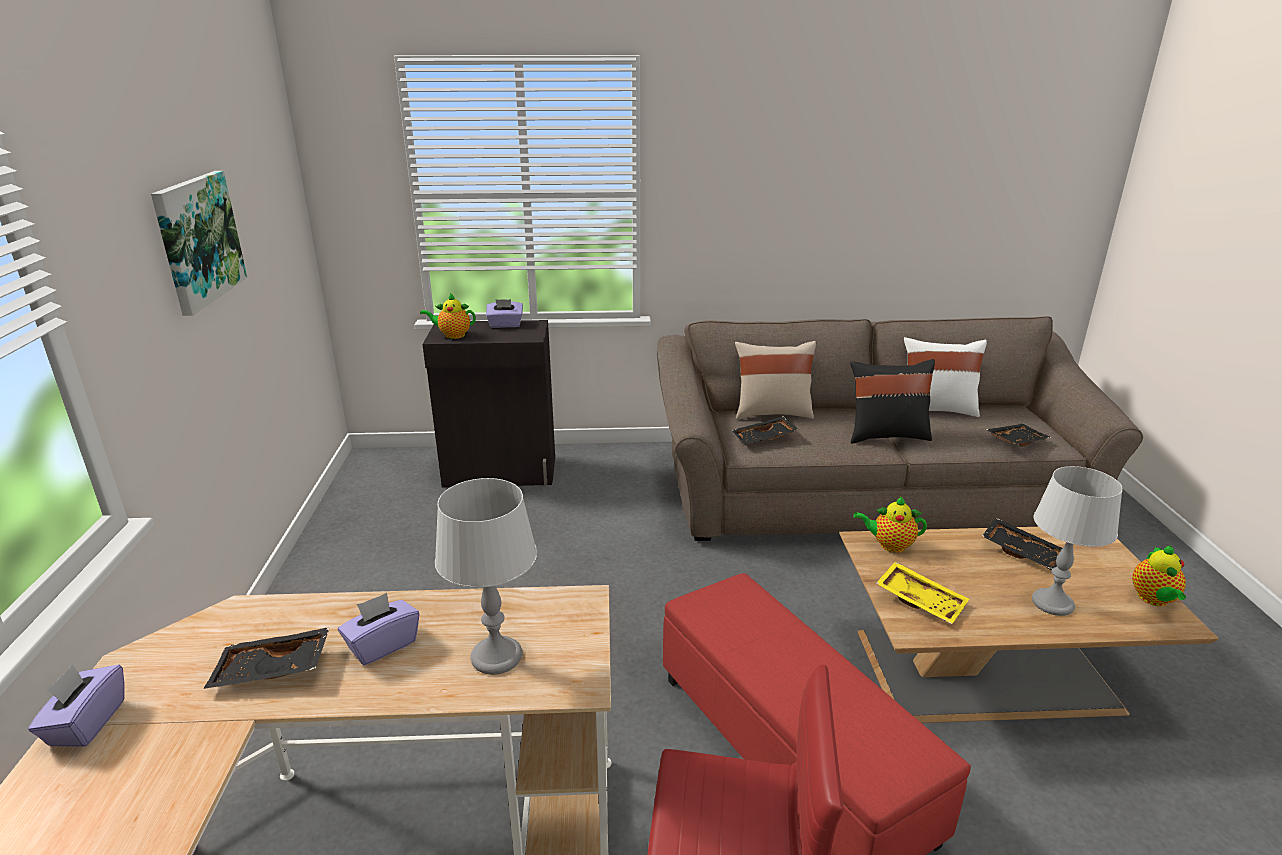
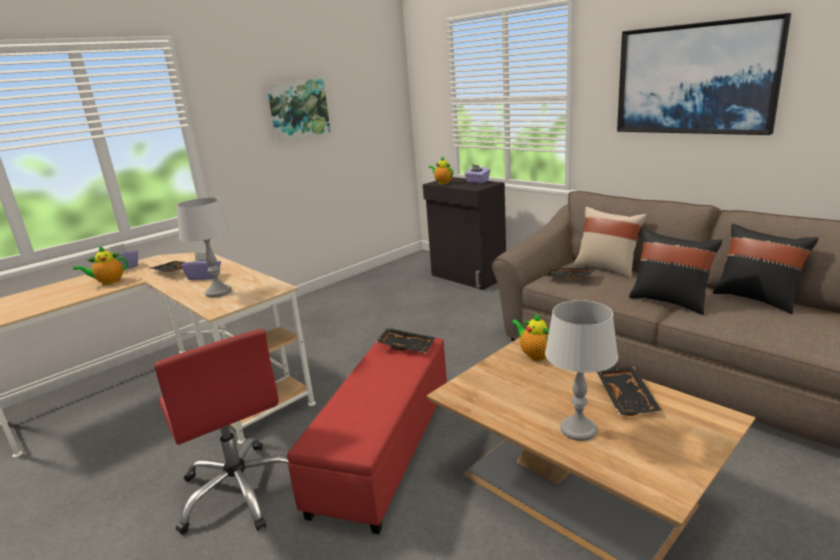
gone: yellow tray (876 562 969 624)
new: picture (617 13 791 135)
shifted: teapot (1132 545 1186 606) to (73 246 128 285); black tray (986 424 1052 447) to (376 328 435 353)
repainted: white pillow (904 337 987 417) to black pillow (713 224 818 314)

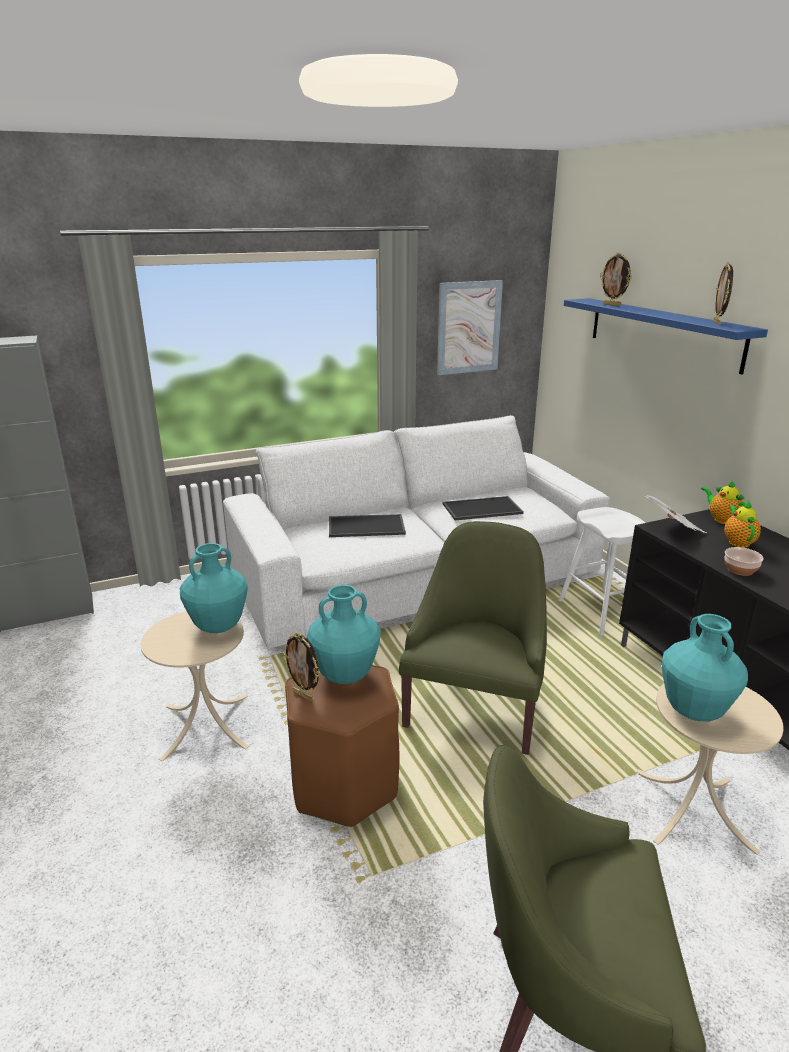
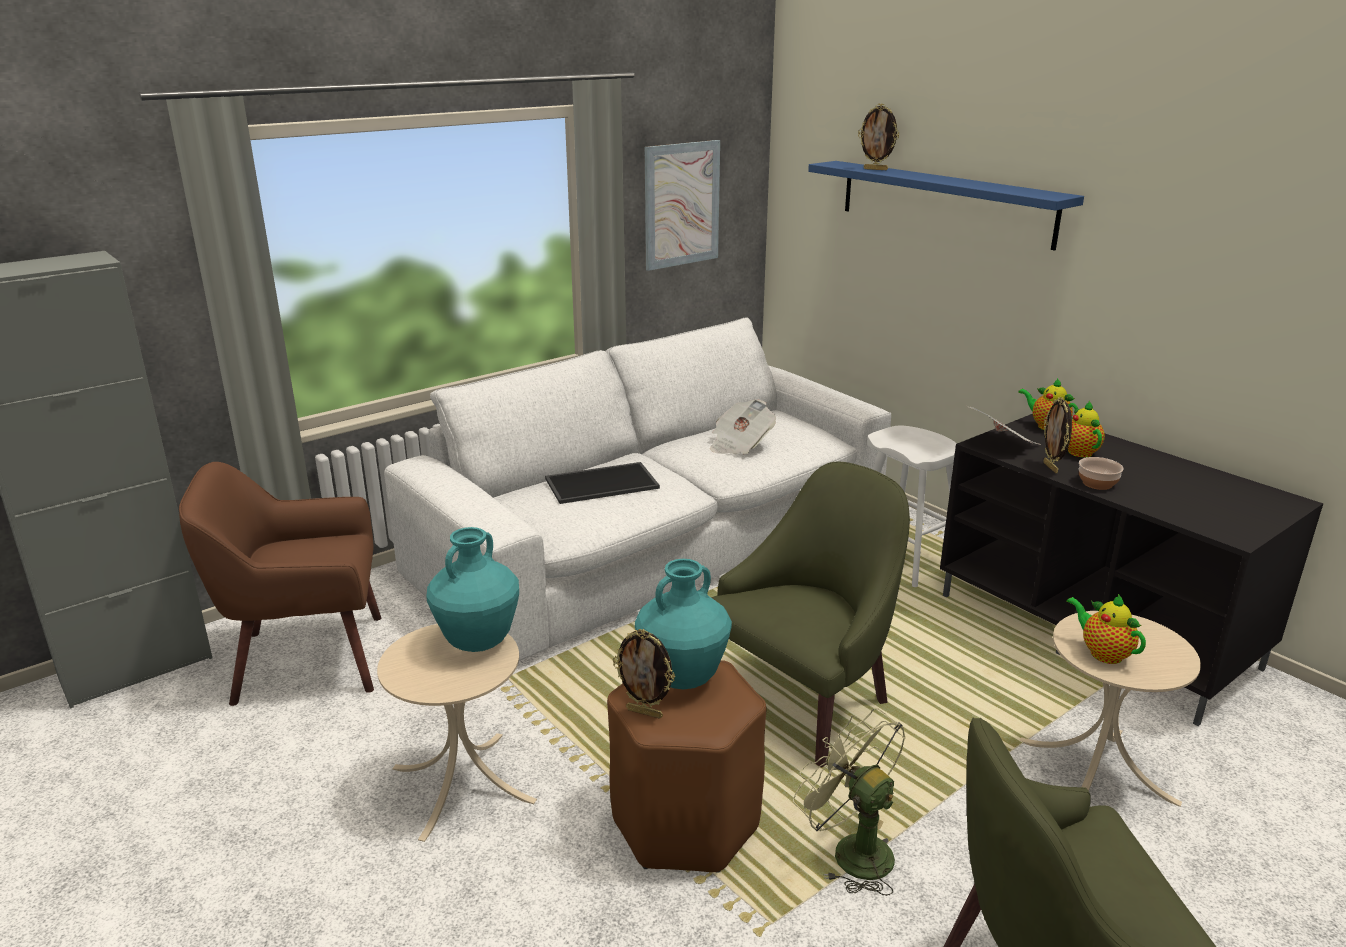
new: brown armchair (179 462 381 706); green fan (793 708 906 896)
shifted: picture frame (713 261 733 325) to (1043 397 1072 473)
swapped: tray (443 496 524 520) to newspaper (710 399 776 454); turquoise vase (662 614 748 721) to teapot (1066 594 1146 664)
rotated: green armchair (399 521 547 755) = (711 462 910 768) 45 degrees clockwise

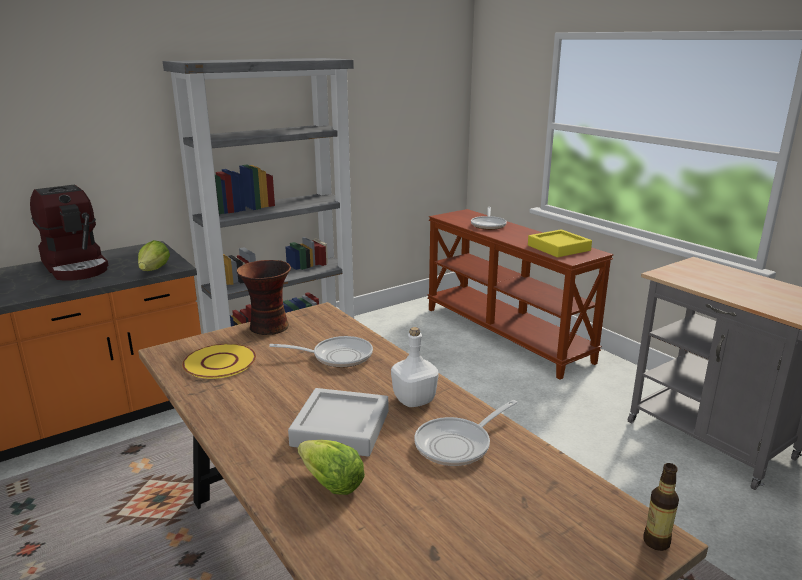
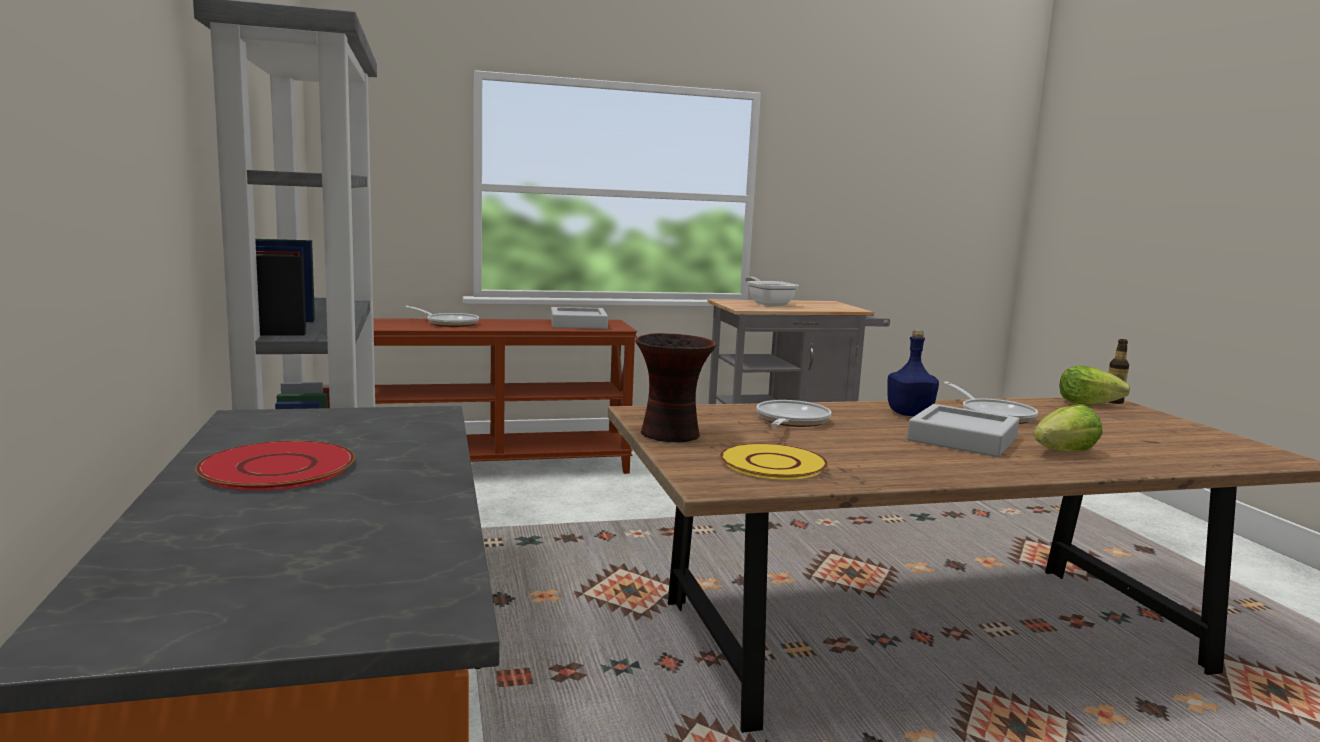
new: frying pan (745 277 799 306)
shifted: lettuce (138 240 170 271) to (1060 366 1130 405)
swapped: coffee machine (30 185 109 281) to red plate (195 441 355 491)
repainted: yellow tray (528 229 592 257) to grey tray (551 307 608 329); white bottle (391 327 438 407) to blue bottle (887 330 939 416)

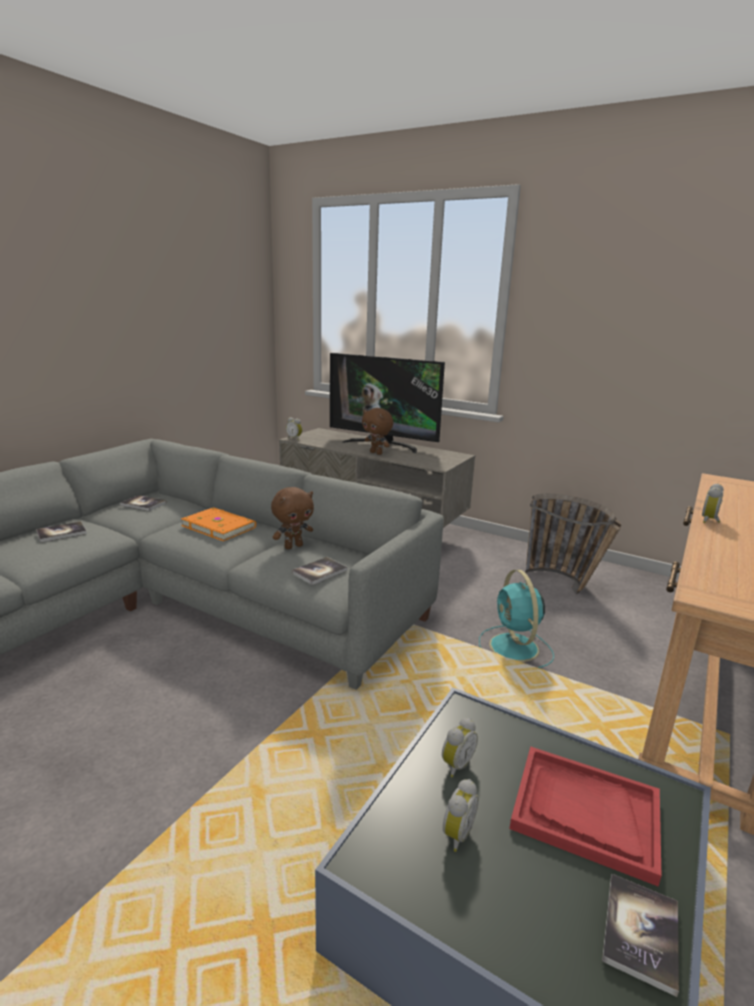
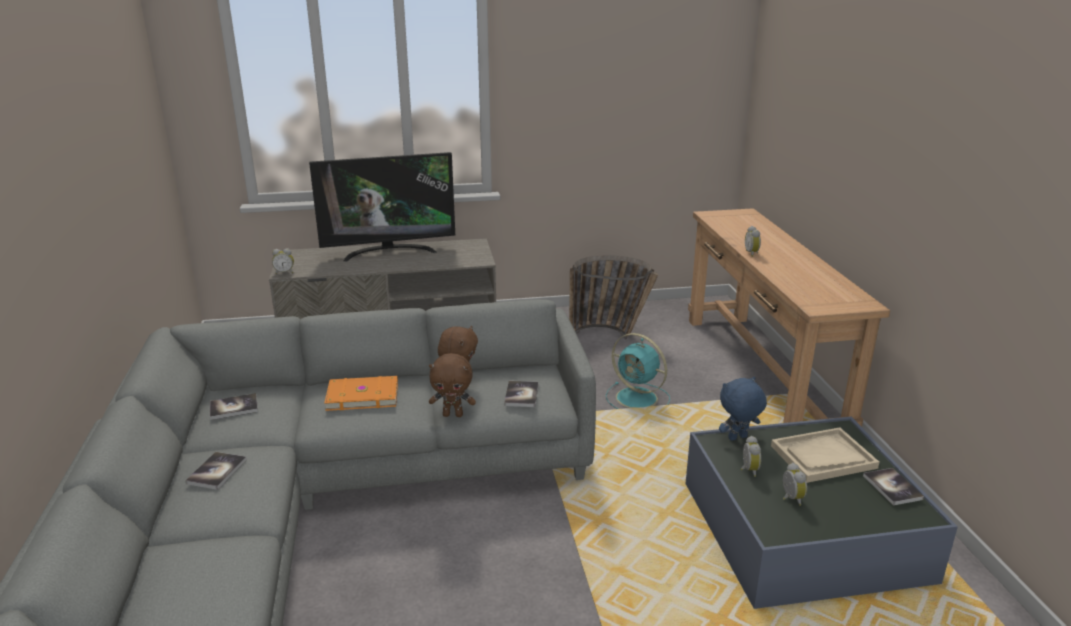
new: blue plush toy (719 377 767 441)
shifted: brown plush toy (362 408 393 455) to (429 353 476 417)
repainted: red tray (509 746 661 886) to beige tray (771 428 880 483)

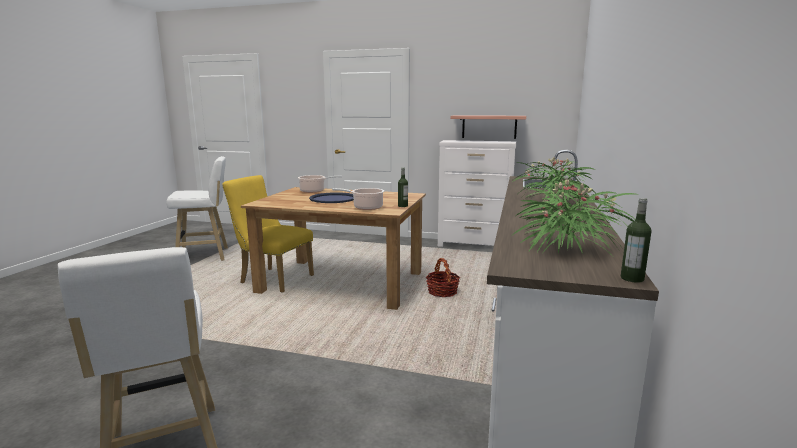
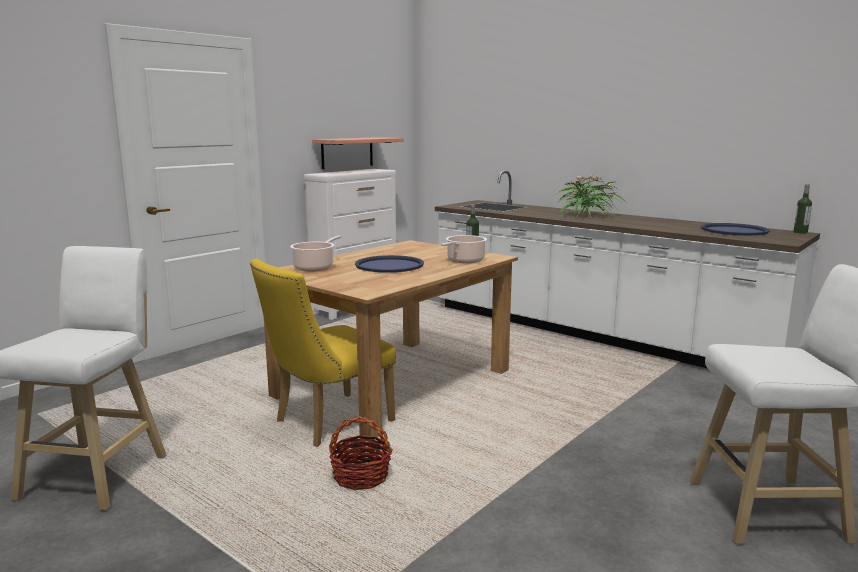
shifted: basket (426 258 460 297) to (329 416 393 490)
swapped: potted plant (513 180 639 254) to blue tray (701 223 770 236)

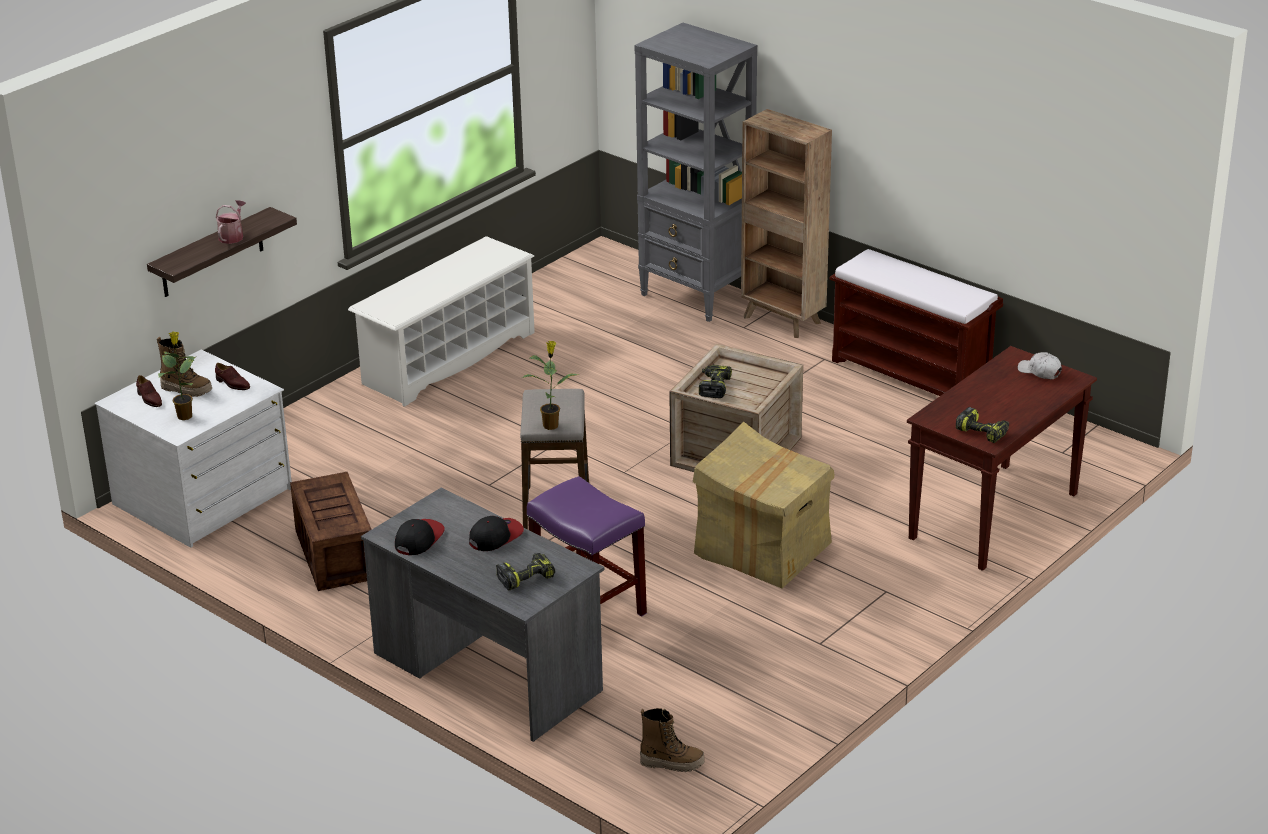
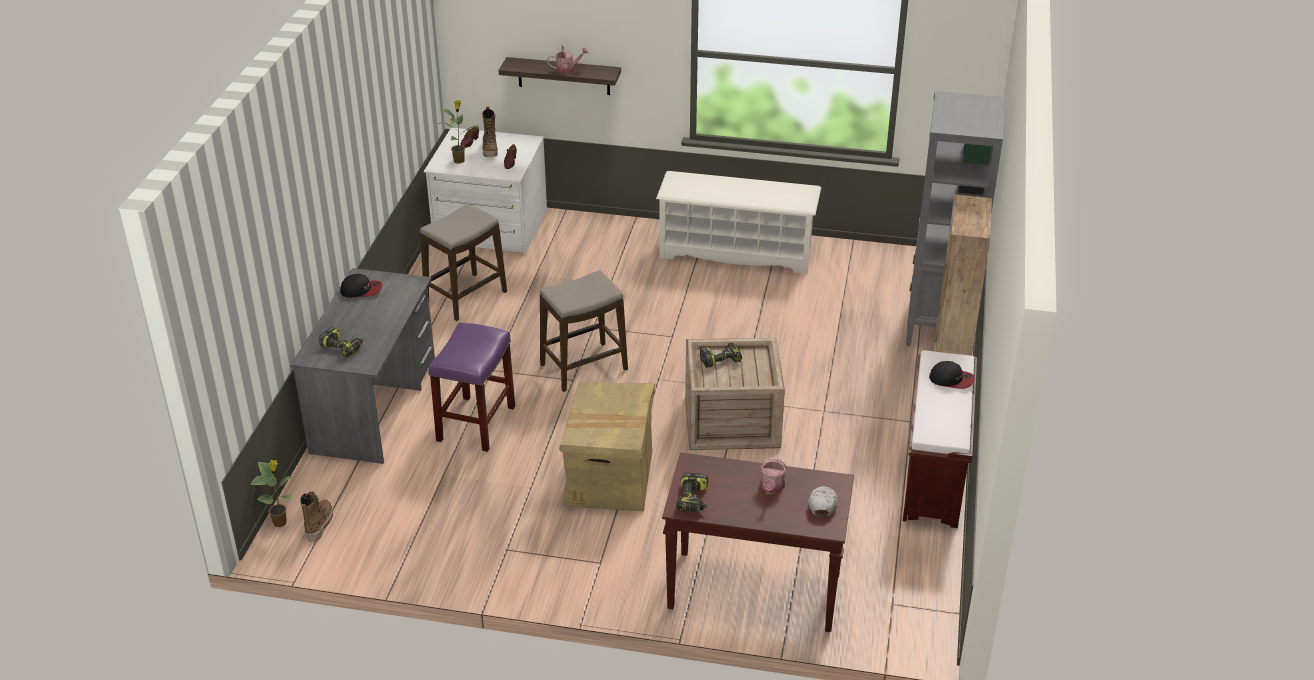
new: watering can (760 455 787 493)
shifted: potted plant (522 341 580 430) to (250 460 294 527); cap (469 516 524 551) to (929 361 975 389)
swapped: crate (290 472 372 591) to stool (420 203 507 321)
rotated: boot (640 708 705 772) = (300 492 333 542) 150 degrees counterclockwise

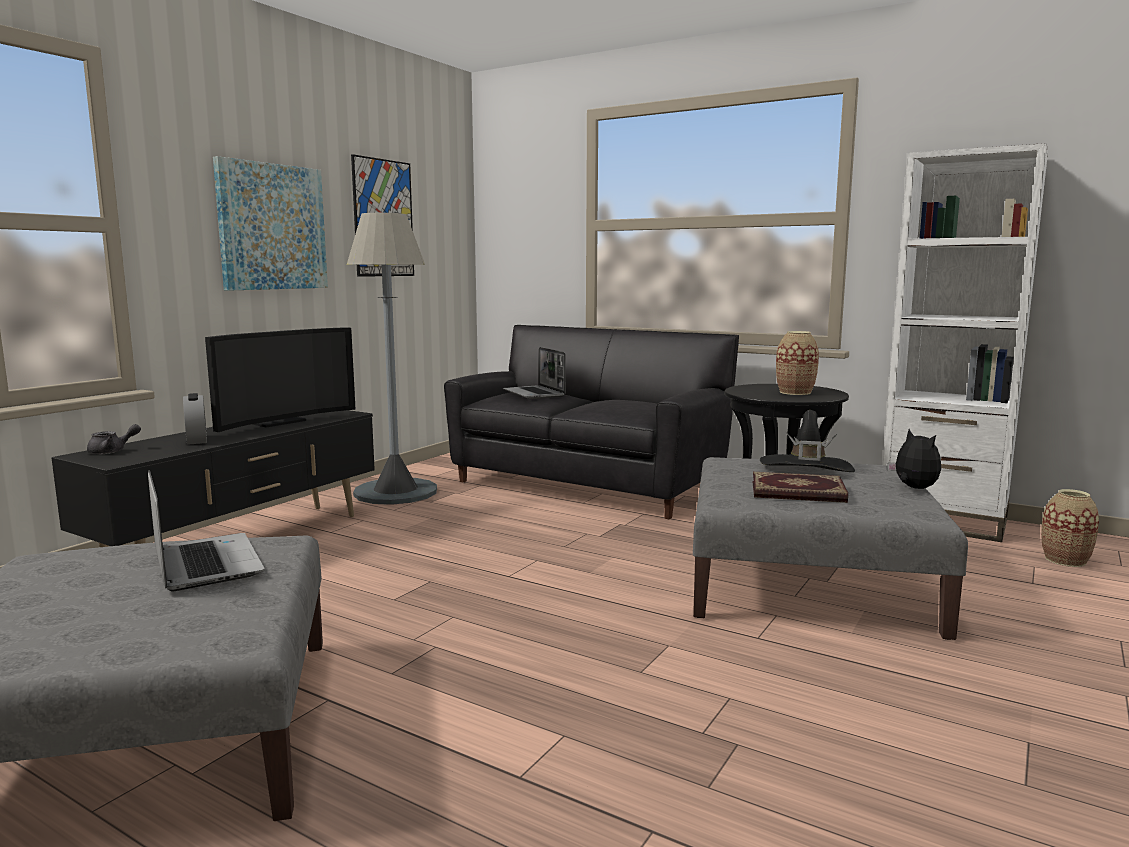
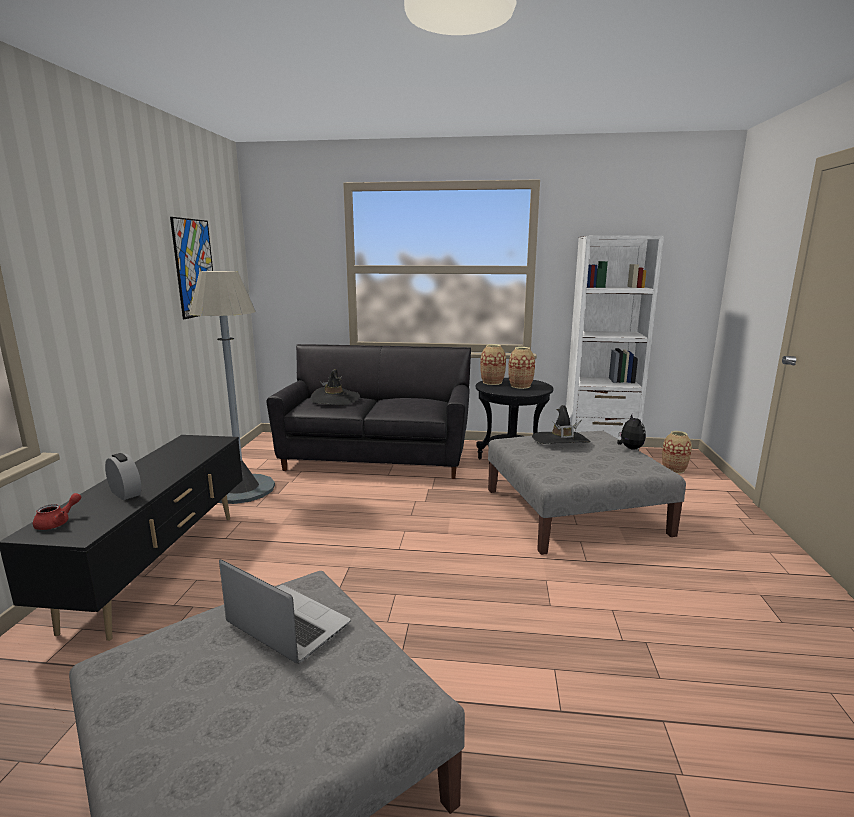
gone: television (205 327 356 432); picture (213 156 328 291); book (753 472 848 503)
new: vase (480 344 506 385)
swapped: laptop (503 347 566 399) to black hat (310 369 360 405)
repainted: grey teapot (87 424 141 454) to red teapot (33 493 81 530)
rotated: plush toy (887 429 941 489) = (617 414 646 450) 45 degrees clockwise

